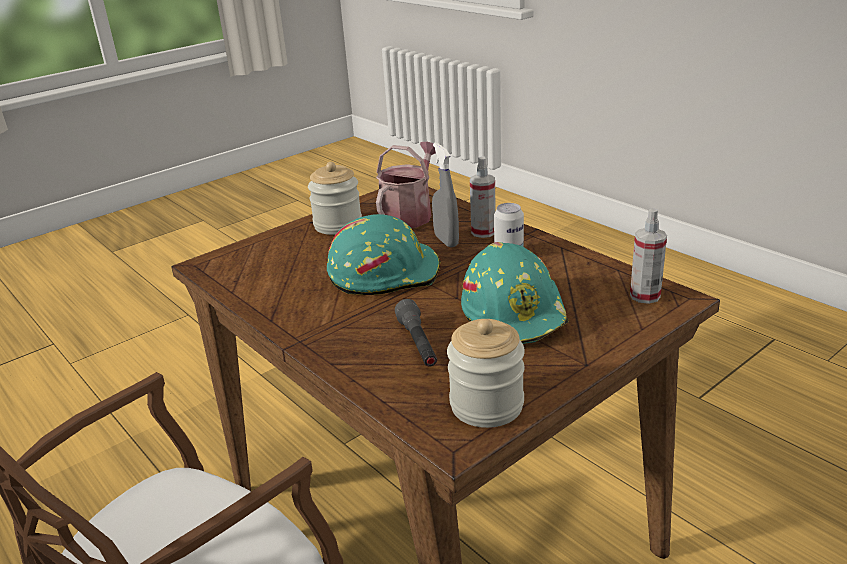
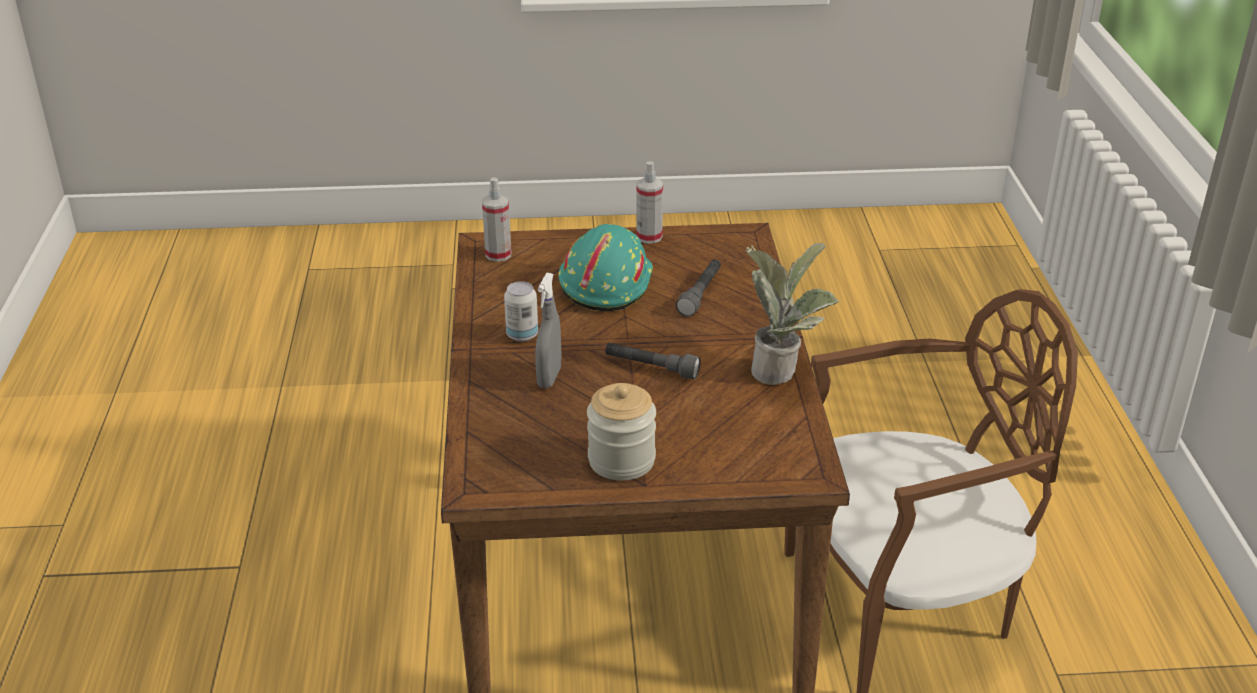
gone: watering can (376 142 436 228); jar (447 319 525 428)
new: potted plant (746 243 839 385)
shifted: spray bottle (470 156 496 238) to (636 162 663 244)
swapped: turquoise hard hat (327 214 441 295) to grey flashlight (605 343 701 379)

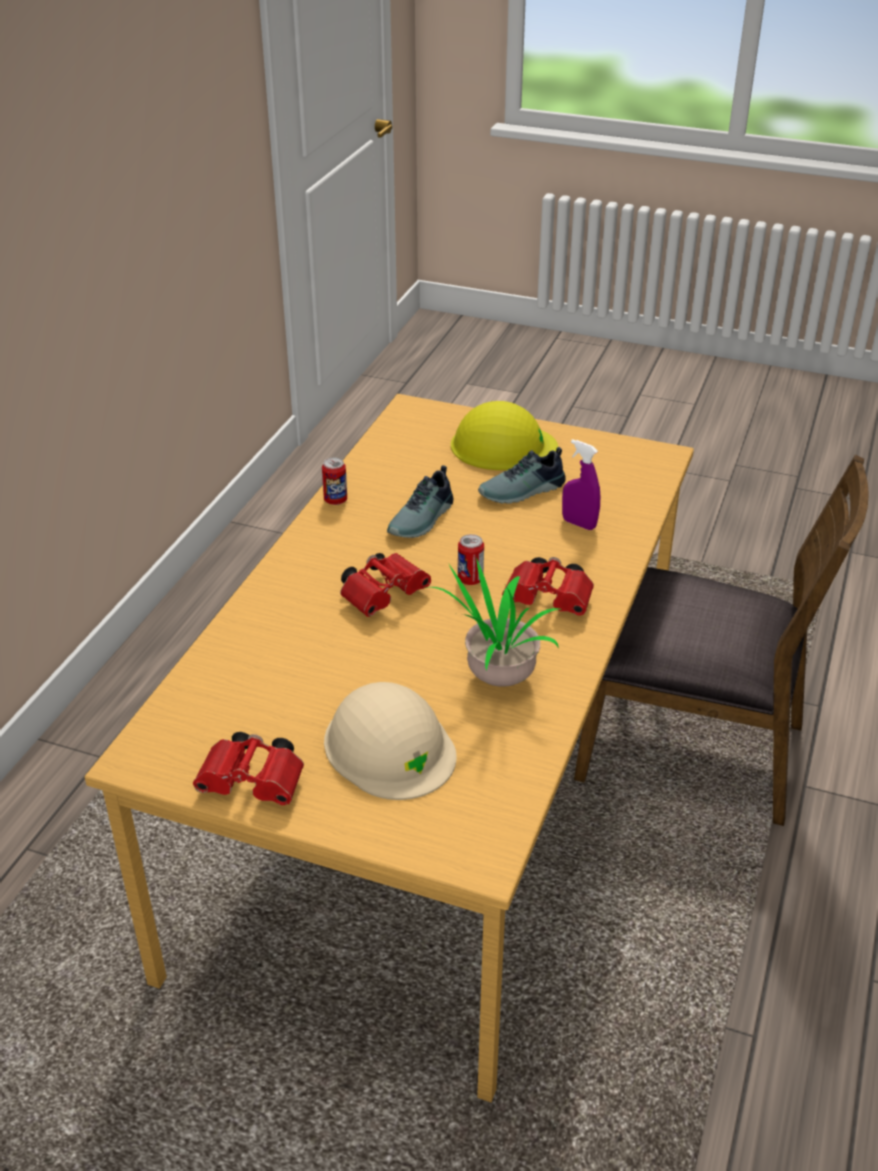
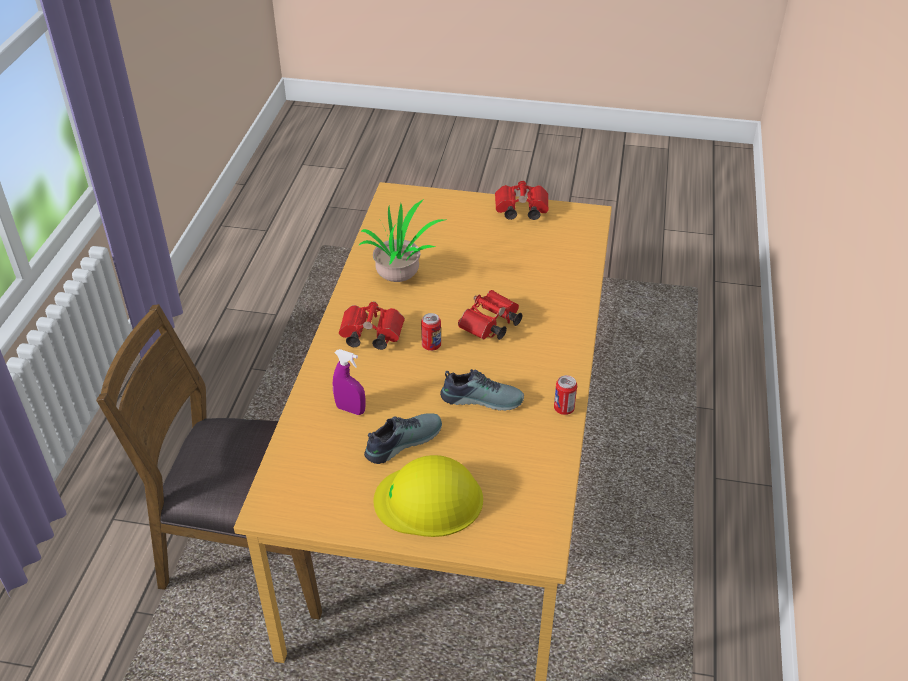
gone: beige hard hat (324 682 457 800)
rotated: shoe (387 465 454 538) = (440 369 524 411) 75 degrees clockwise

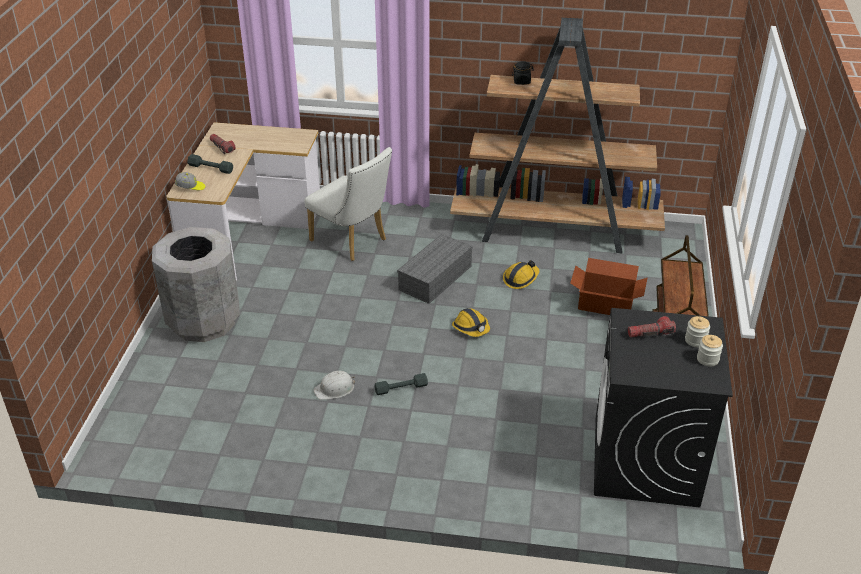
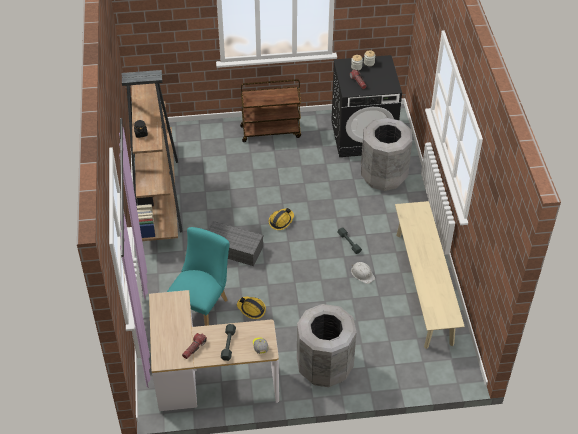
gone: cardboard box (570 258 648 315)
new: grey trash can (361 118 412 191); beige bench (395 201 465 349)
shifted: hard hat (503 260 539 289) to (237 297 266 319)
repainted: white chair (305 147 392 261) to turquoise chair (167 227 230 326)

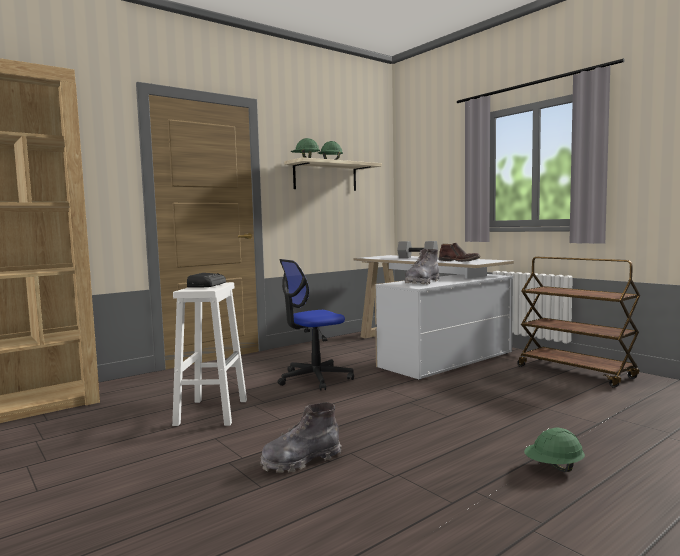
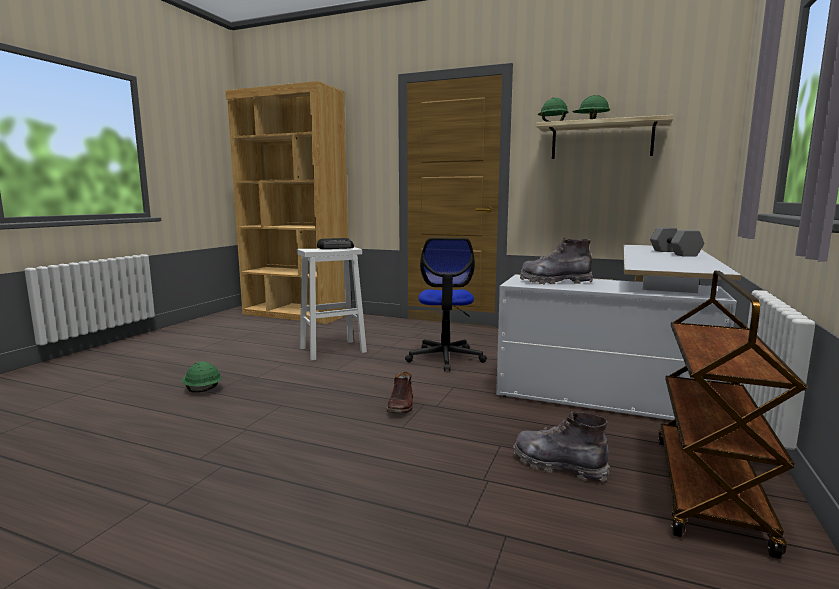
shifted: green hard hat (524 428 585 472) to (182 361 222 392); brown boot (438 243 481 262) to (386 372 413 413); grey boot (260 402 341 473) to (513 412 610 482)
rotated: office chair (278 259 354 391) = (405 238 487 371) 120 degrees counterclockwise

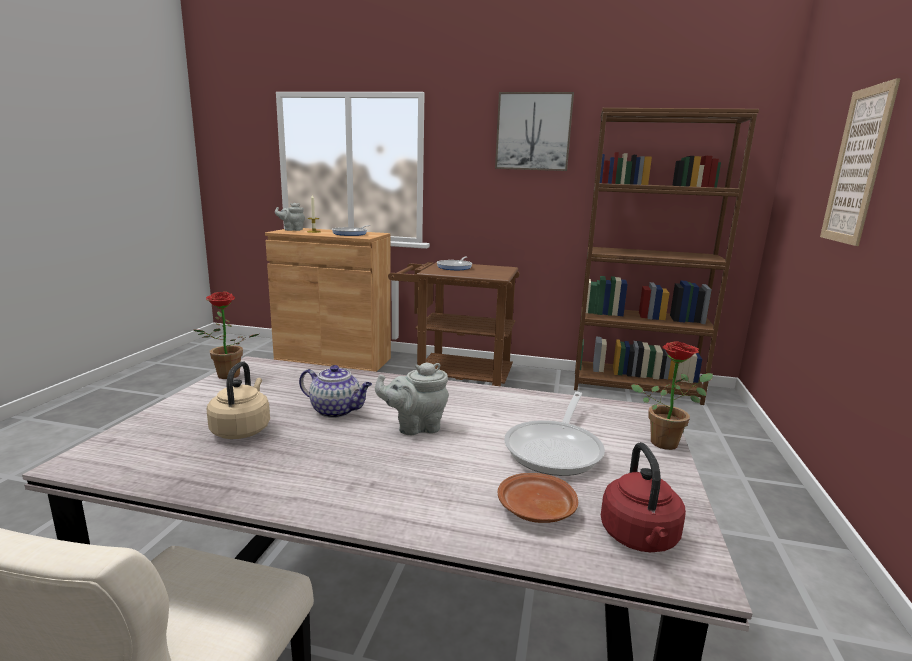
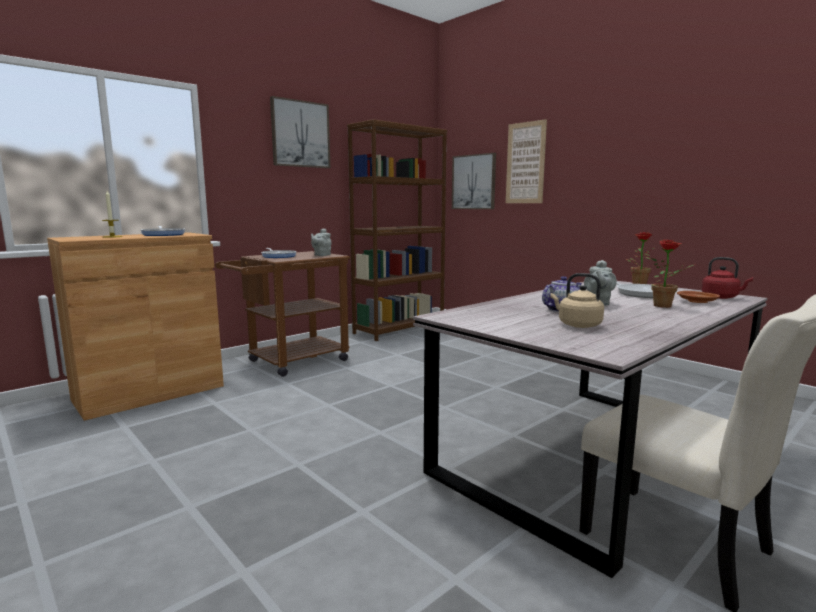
new: picture (452 153 496 209)
shifted: grey teapot (275 203 305 231) to (311 228 331 256); potted plant (193 291 259 379) to (651 239 694 308)

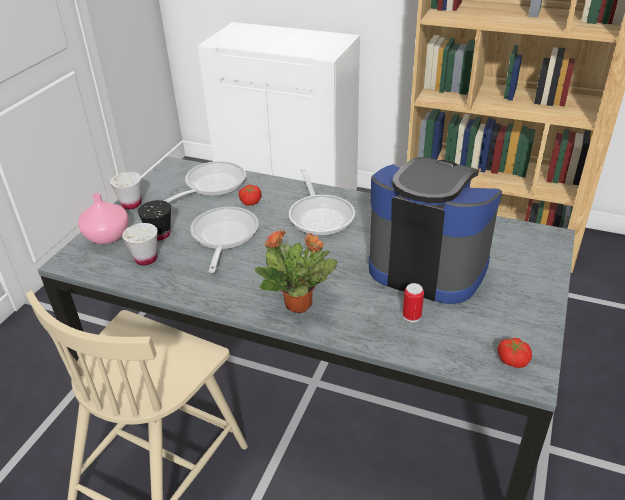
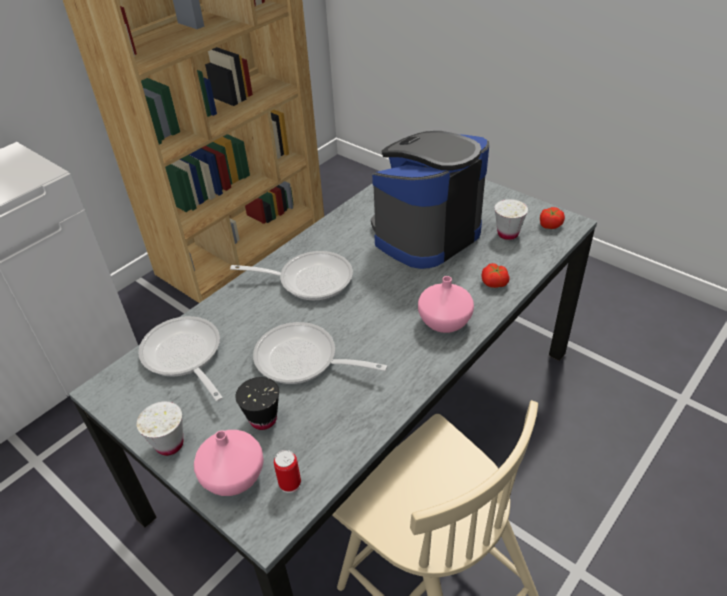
shifted: can (403 283 424 322) to (274 450 301 493); tomato (239 185 262 206) to (481 263 510 288); white cup (122 223 158 265) to (495 199 528 240)
swapped: potted plant (255 229 338 313) to pink vase (418 276 474 333)

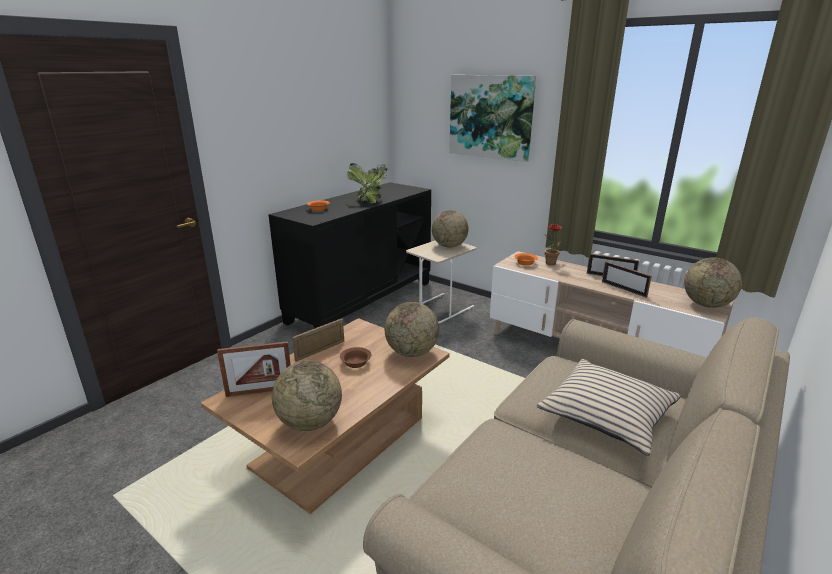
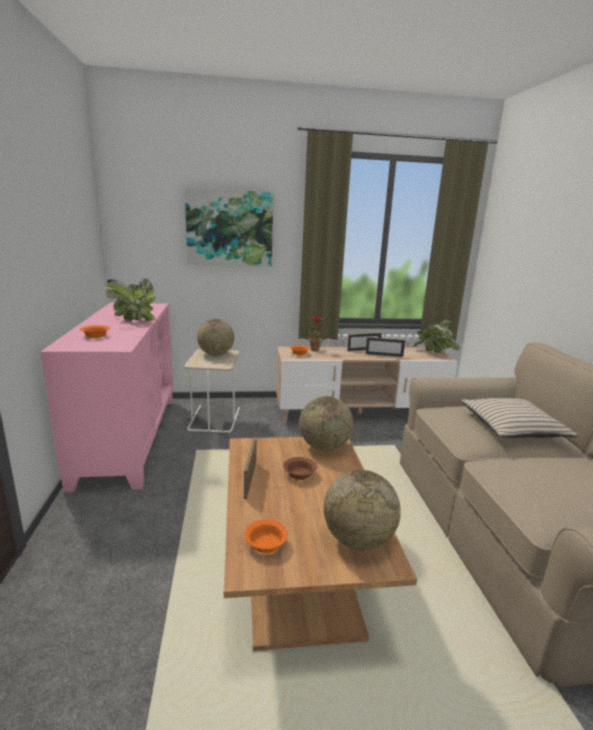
swapped: picture frame (217 341 291 397) to orange bowl (245 519 288 553); globe (684 258 742 308) to potted plant (413 319 460 353)
repainted: black cabinet (268 182 431 329) to pink cabinet (40 303 173 492)

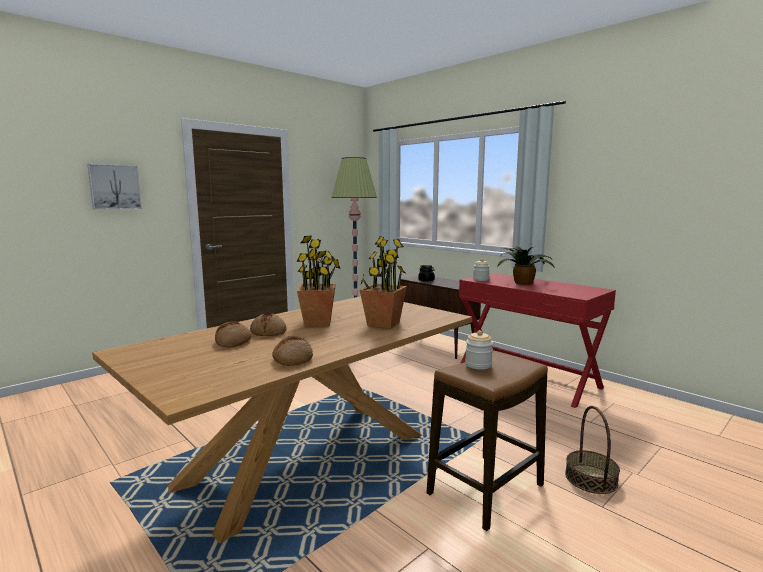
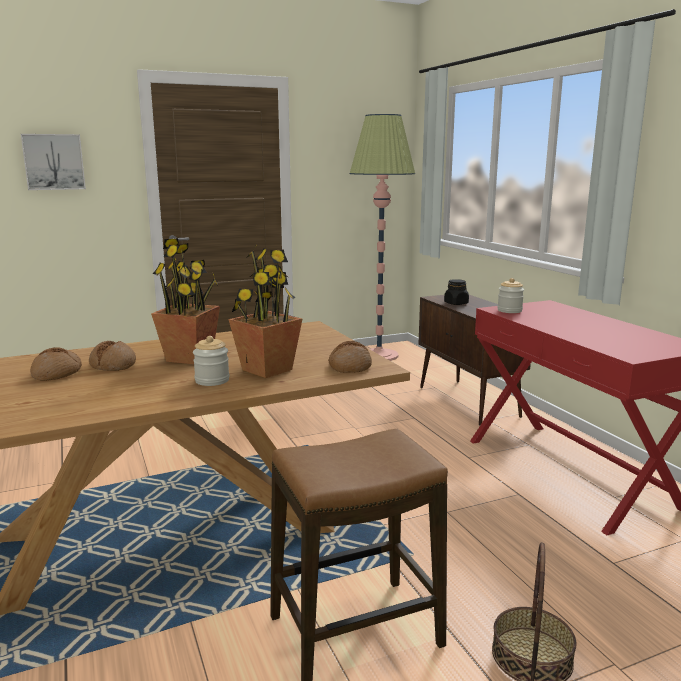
gone: potted plant (497 246 555 285)
shifted: jar (465 330 493 369) to (193 336 229 386); bread (272 336 313 366) to (328 341 372 373)

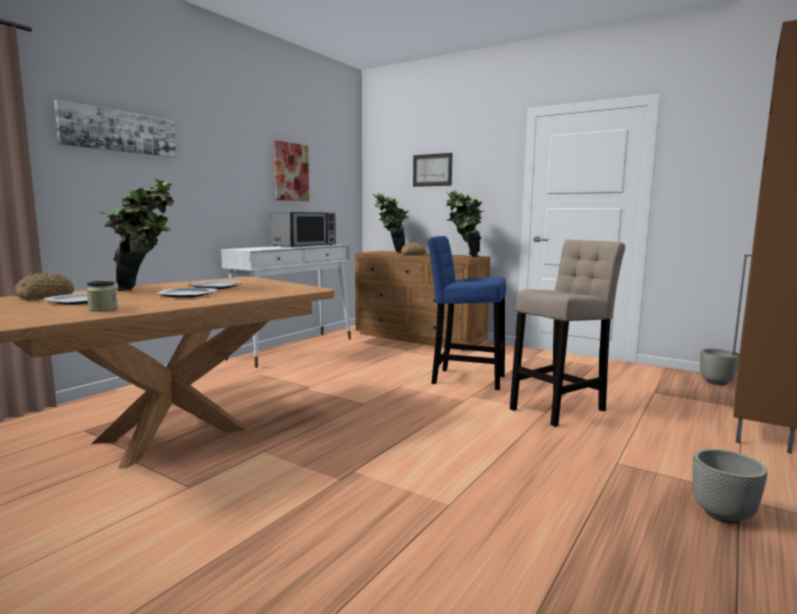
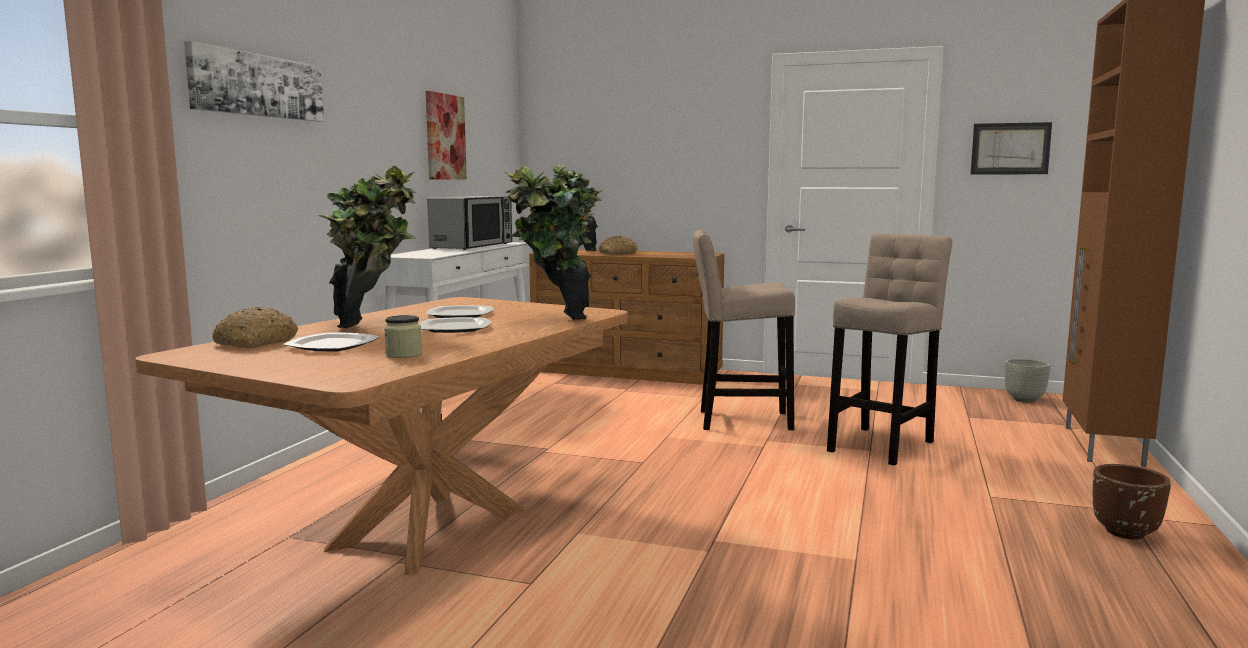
shifted: potted plant (446 190 485 257) to (504 166 595 320); picture (413 153 452 187) to (971 122 1052 174)
repainted: blue stool (428 236 506 390) to beige stool (693 230 795 430); grey planter (692 449 767 524) to brown planter (1092 464 1171 540)

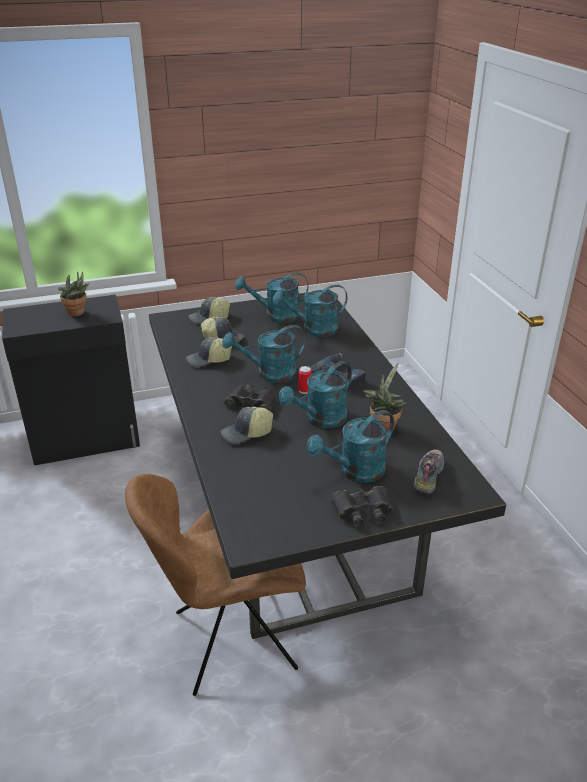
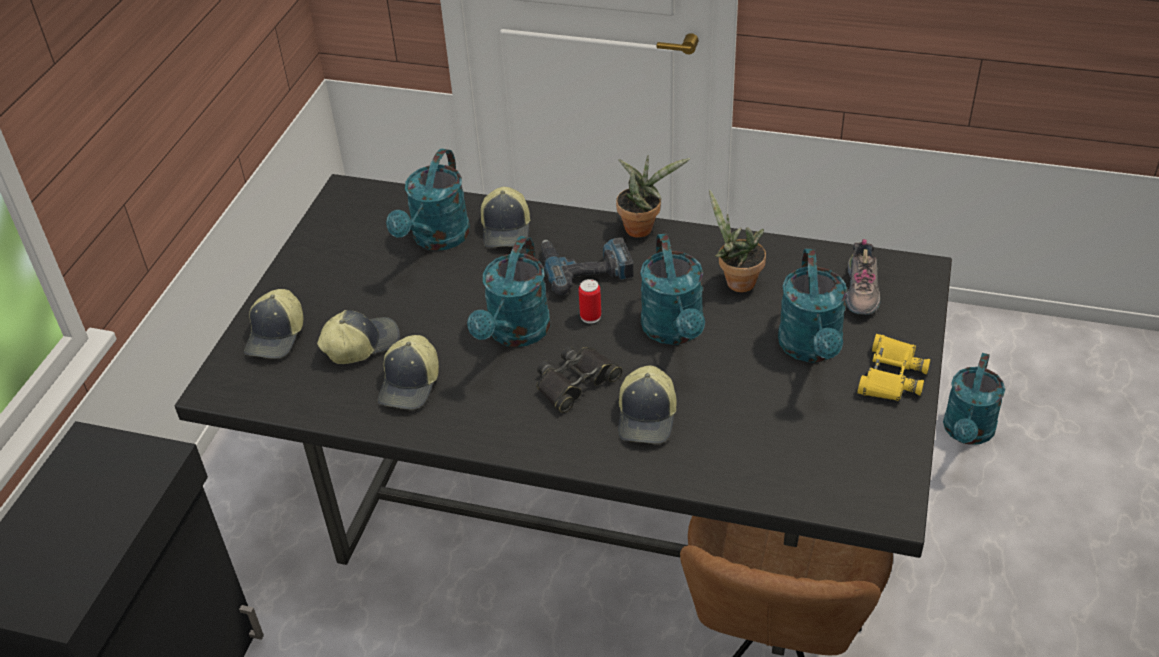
new: cap (481 187 530 248)
shifted: potted plant (58 271 89 317) to (616 155 690 237); turquoise watering can (235 273 308 323) to (943 353 1005 445)
repainted: black binoculars (331 486 393 527) to yellow binoculars (857 334 930 401)
rotated: shoe (413 450 444 495) = (845 239 880 315) 135 degrees counterclockwise

